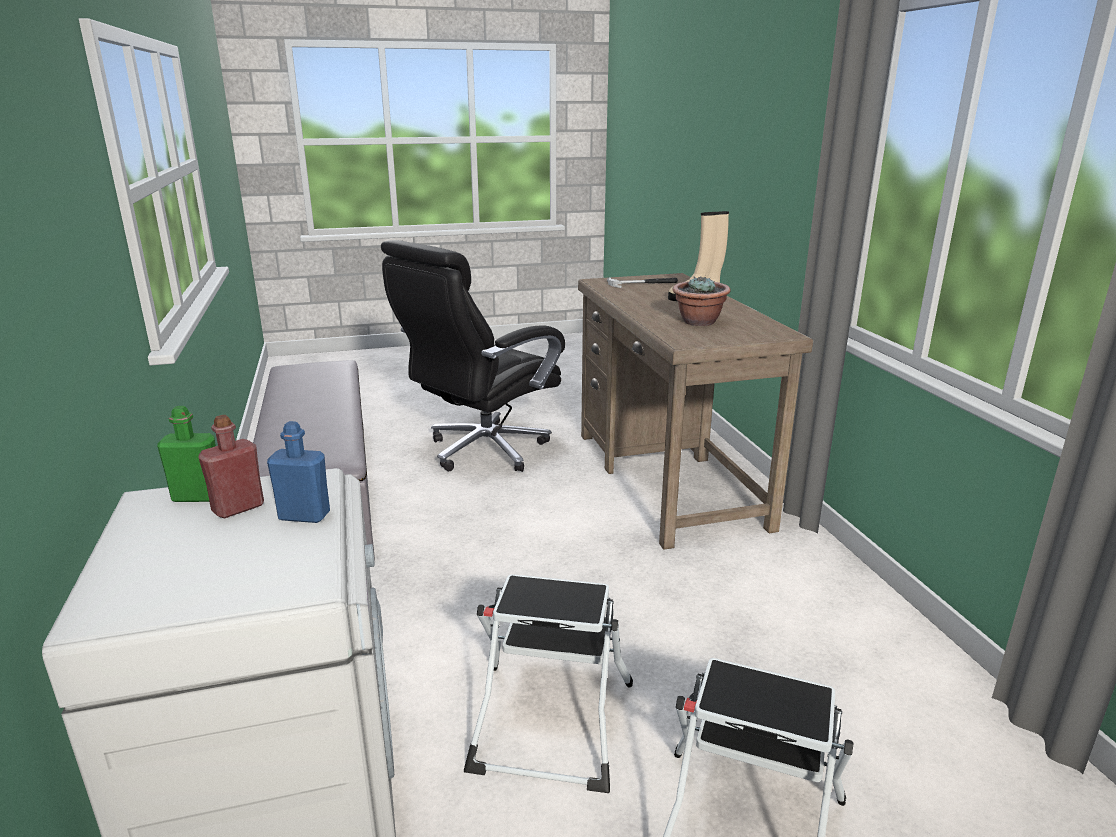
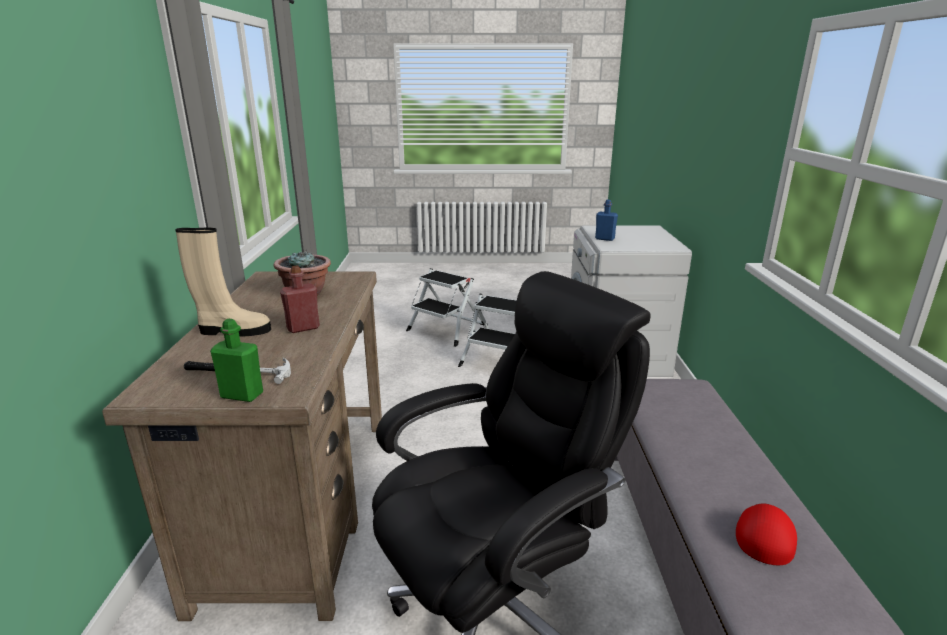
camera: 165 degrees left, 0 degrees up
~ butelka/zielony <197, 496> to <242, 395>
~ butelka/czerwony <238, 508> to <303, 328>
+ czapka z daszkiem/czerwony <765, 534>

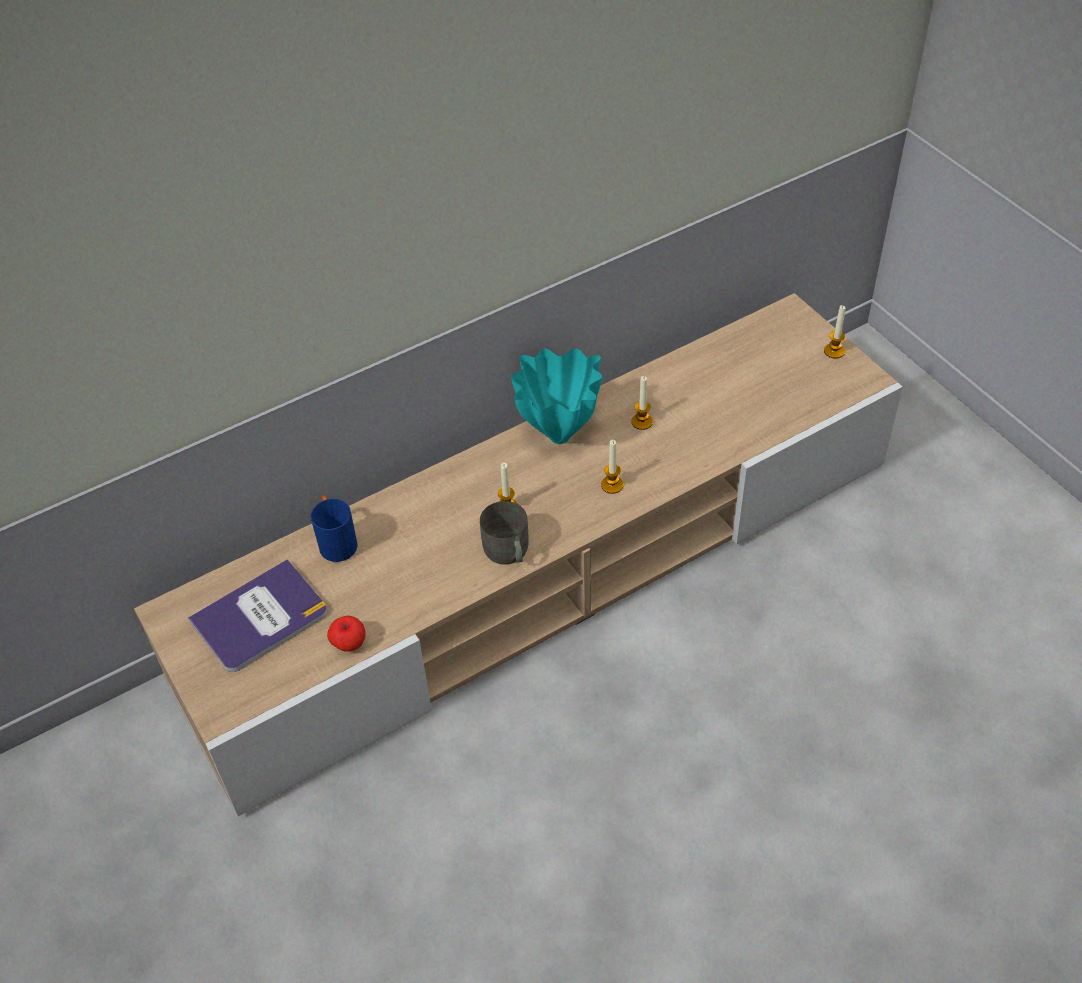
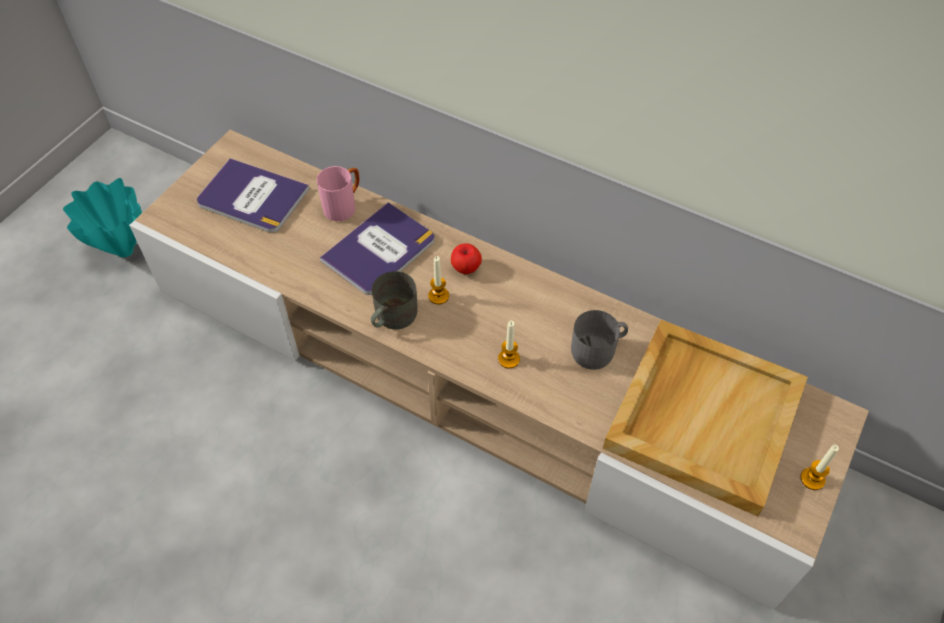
camera: 60 degrees right, 5 degrees up
~ wazon/turkusowy <558, 437> to <123, 250>
~ świeca <642, 422> to kubek/szary <598, 350>
~ kubek/niebieski <336, 541> to kubek/różowy <344, 206>
~ jabłko <349, 643> to <466, 268>
+ książka <379, 250>
+ taca/beżowy <703, 415>

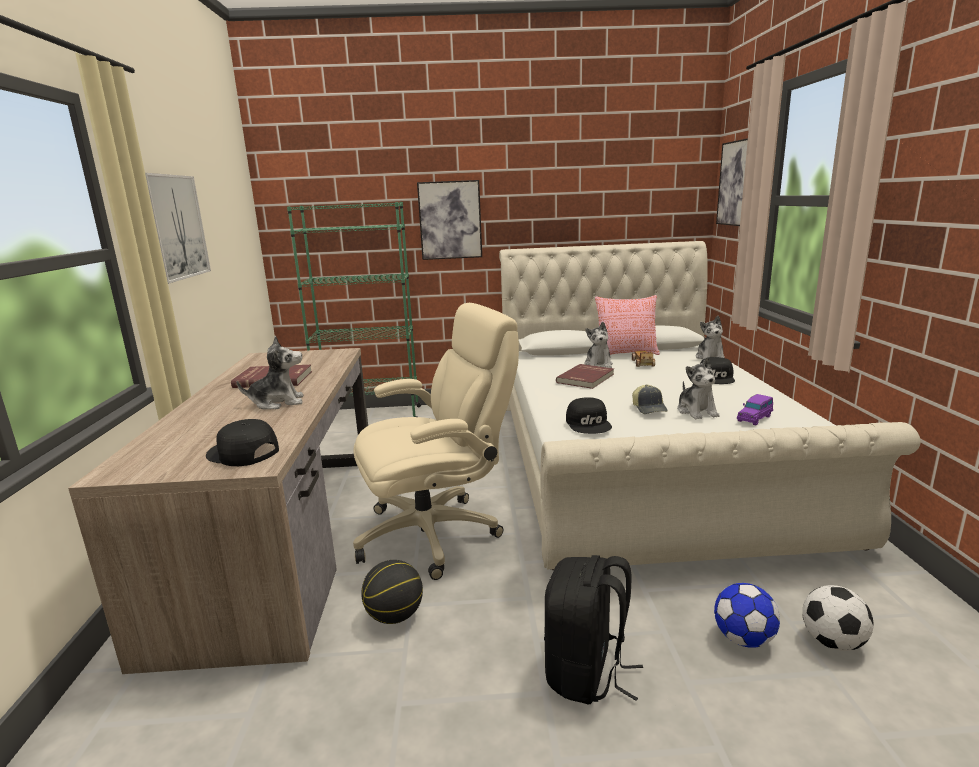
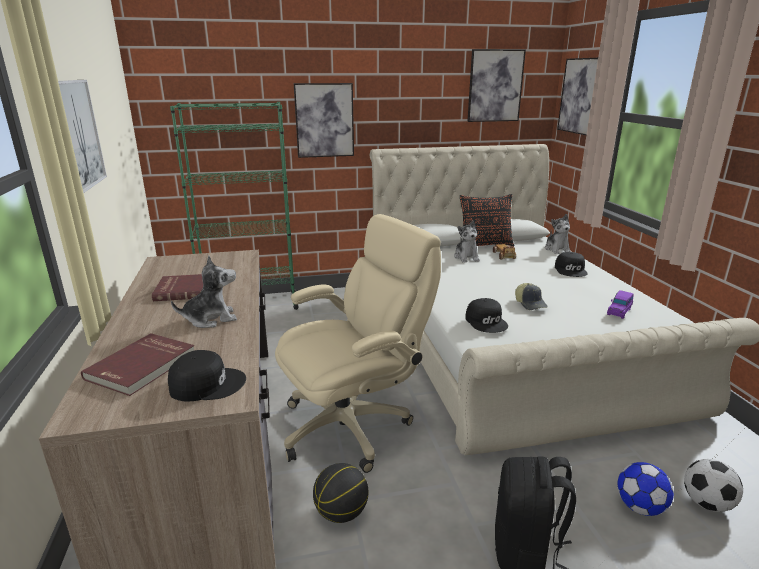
camera: 10 degrees left, 5 degrees up
~ poduszka/różowy <626, 354> to poduszka/czarny <485, 245>
- pluszak <696, 411>
~ książka/czerwony <586, 378> to <143, 366>
~ czapka z daszkiem/czarny <242, 453> = <207, 383> 150 degrees clockwise
+ obraz <495, 86>

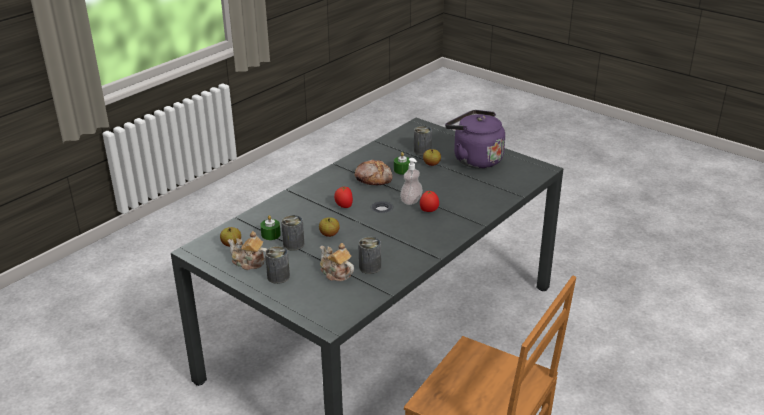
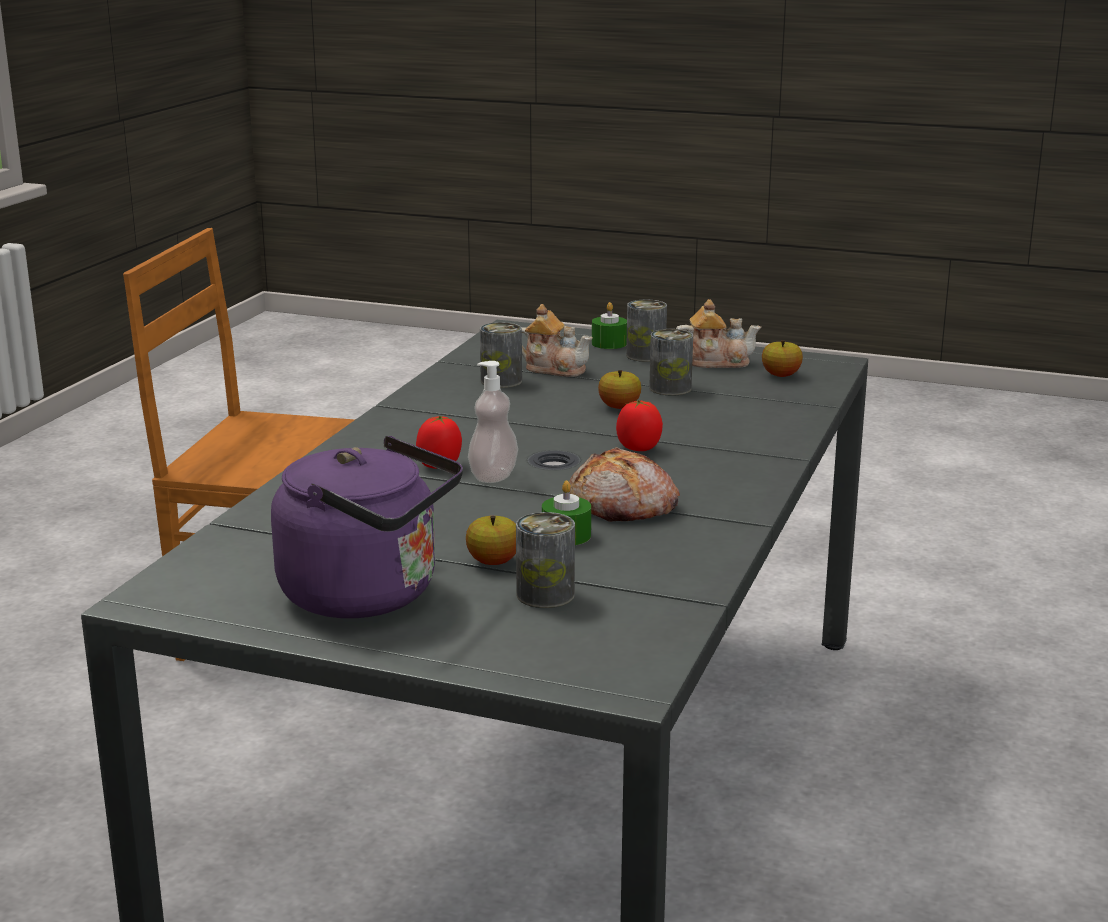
camera: 160 degrees right, 10 degrees down
~ świeca/zielony <271, 234> to <609, 343>

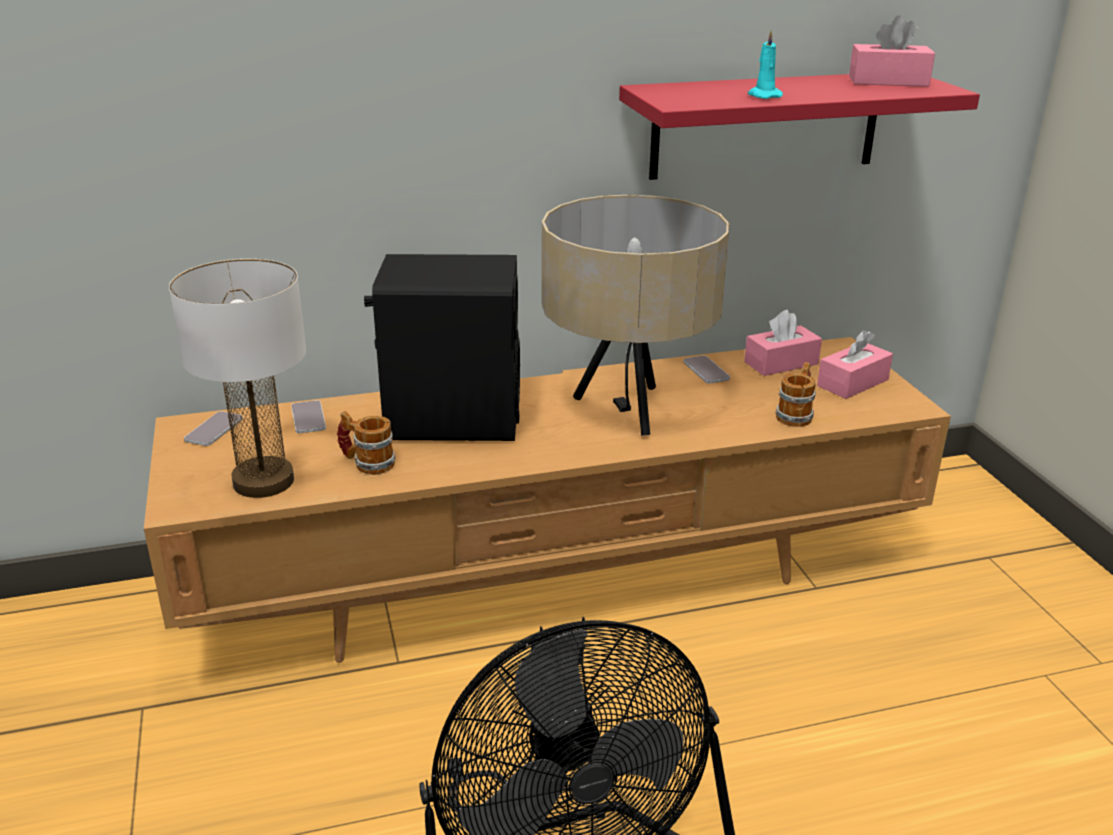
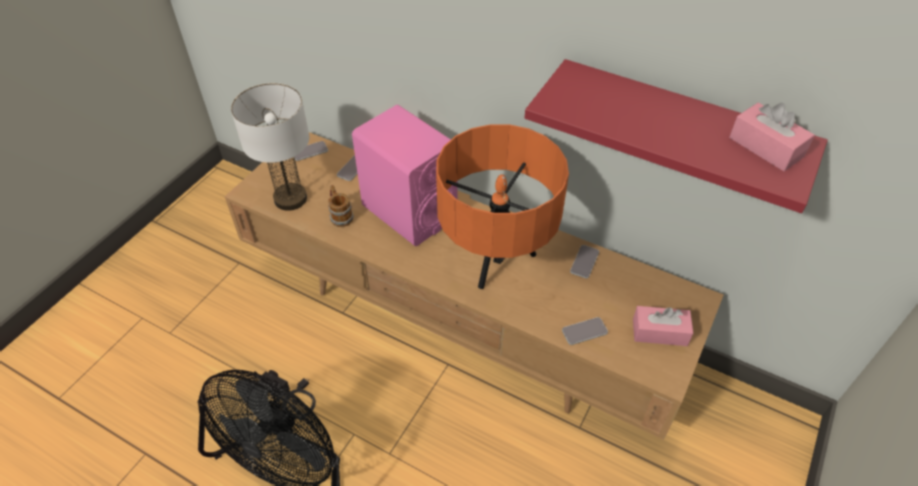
camera: 45 degrees right, 20 degrees up
- świeca/turkusowy <763, 96>
~ lampa stołowa/beżowy <626, 413> to lampa stołowa/pomarańczowy <495, 264>
~ głośnik/czarny <452, 420> to głośnik/różowy <409, 211>
- pudełko chusteczek/różowy <781, 363>
~ kubek <796, 415> to telefon <584, 331>

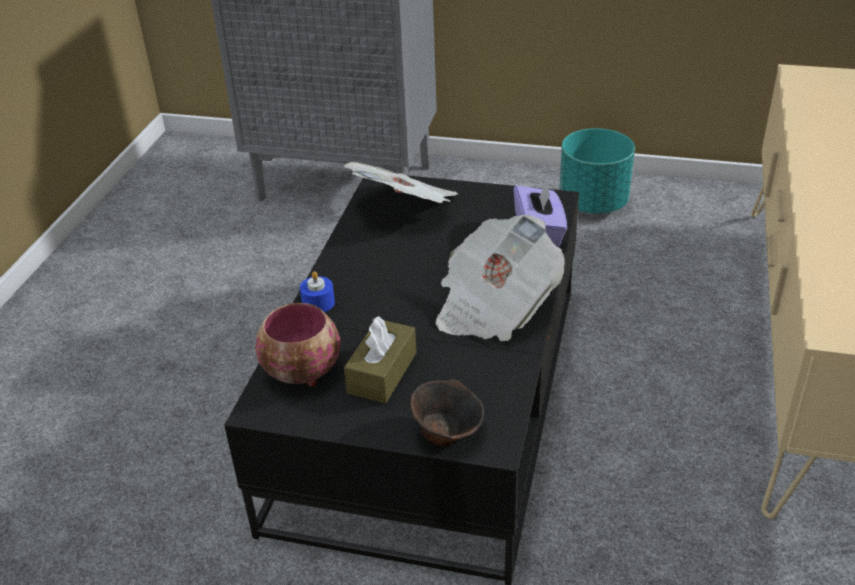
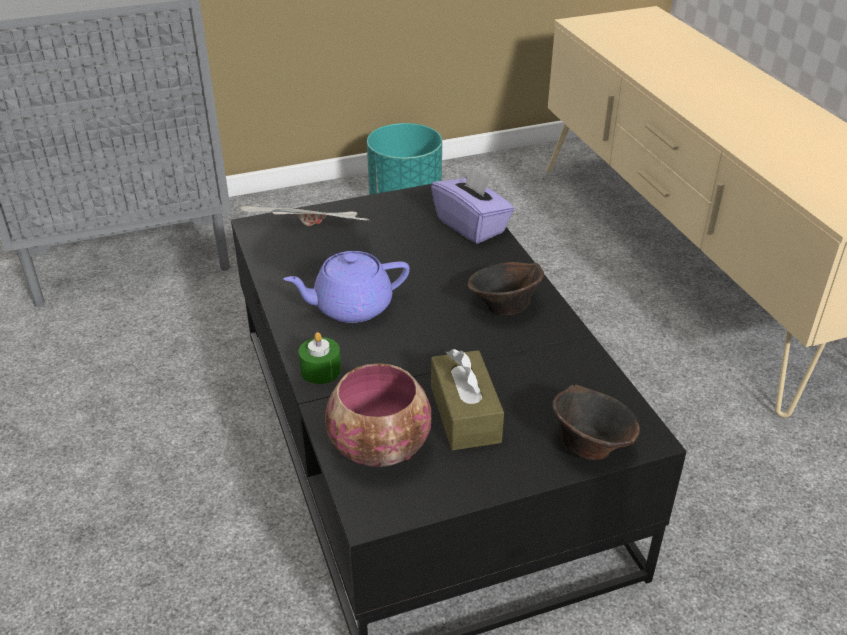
camera: 35 degrees left, 0 degrees up
~ gazeta <494, 306> to miska/brązowy <503, 307>
~ świeca/niebieski <318, 303> to świeca/zielony <320, 370>
+ imbryk/fioletowy <351, 307>

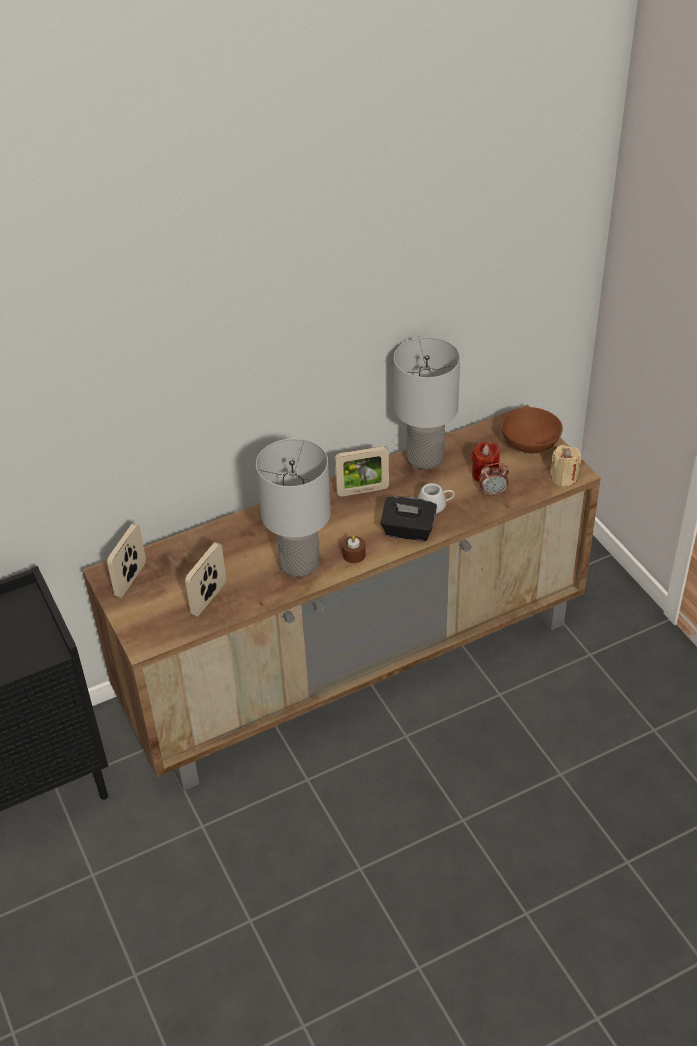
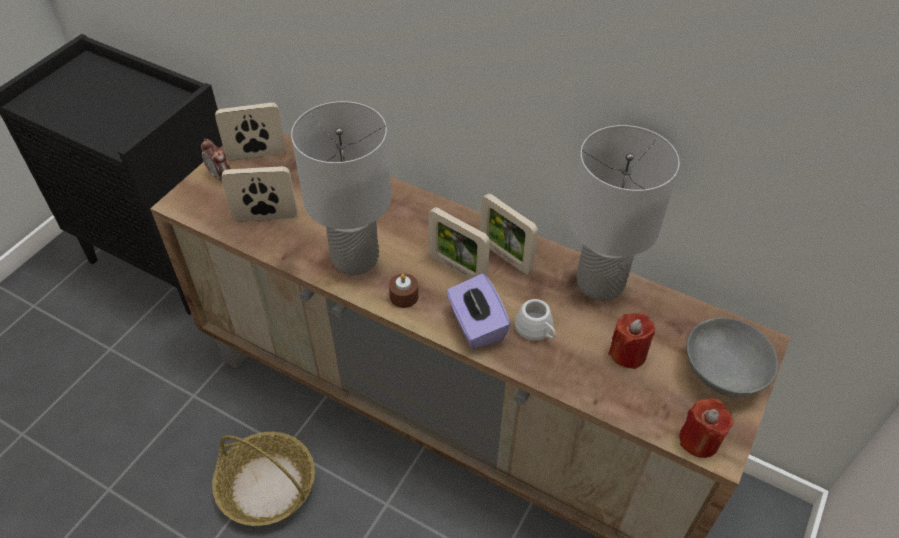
camera: 55 degrees right, 5 degrees up
~ miska/brązowy <530, 444> to miska/szary <722, 374>
~ świeca/beżowy <564, 477> to świeca/czerwony <699, 440>
~ budzik <493, 492> to <220, 176>
~ pudełko chusteczek/czarny <408, 531> to pudełko chusteczek/fioletowy <476, 325>
+ ramka na zdjęcie <457, 269>
+ koszyk <268, 486>

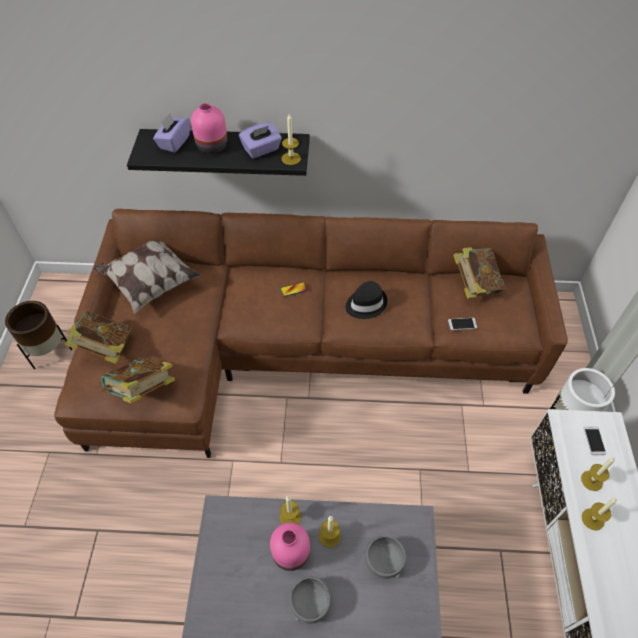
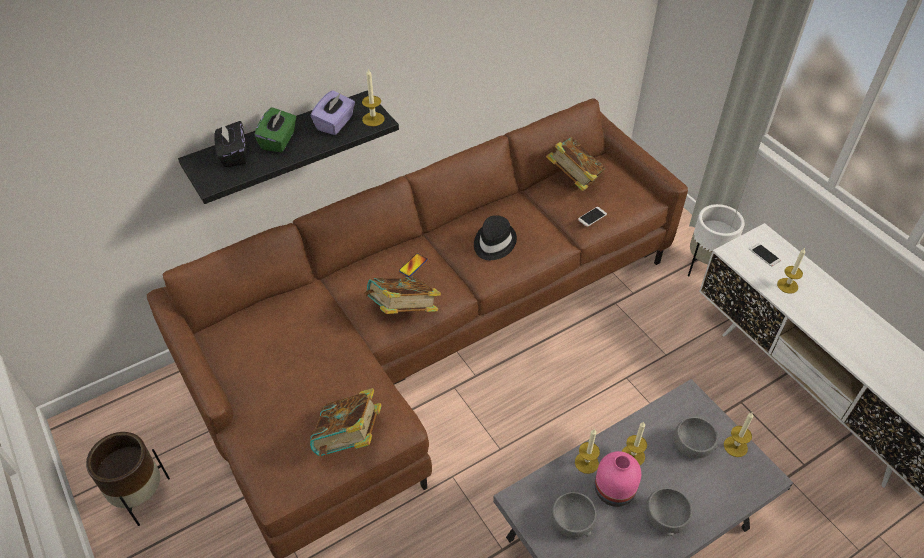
camera: 35 degrees left, 5 degrees down
~ wazon/różowy <212, 145> to pudełko chusteczek/zielony <279, 141>
~ pudełko chusteczek/fioletowy <174, 142> to pudełko chusteczek/czarny <233, 155>
- poduszka <150, 283>
~ książka <105, 348> to <403, 311>
~ świeca <593, 519> to <735, 446>
+ miska/szary <571, 522>

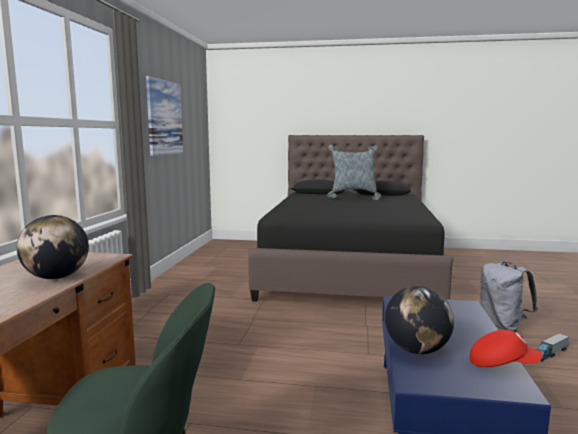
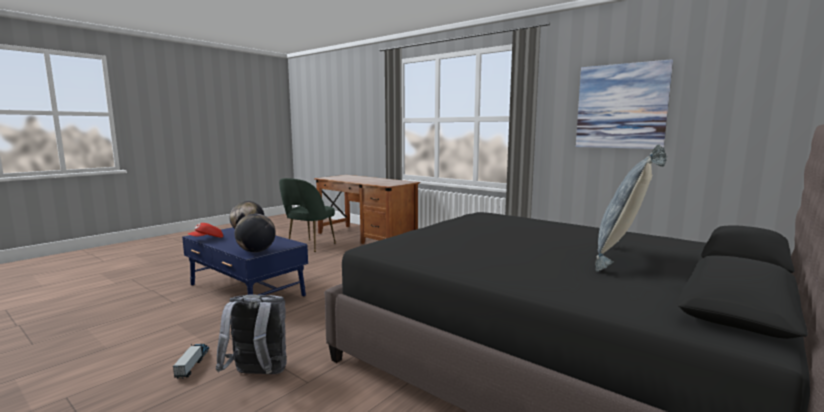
camera: 120 degrees right, 0 degrees up
~ globus <56, 277> to <256, 251>

